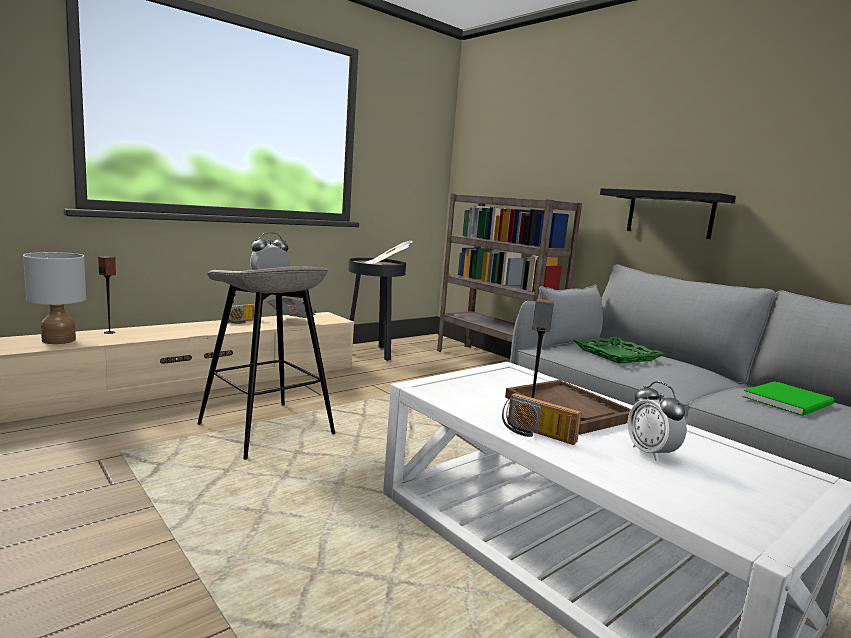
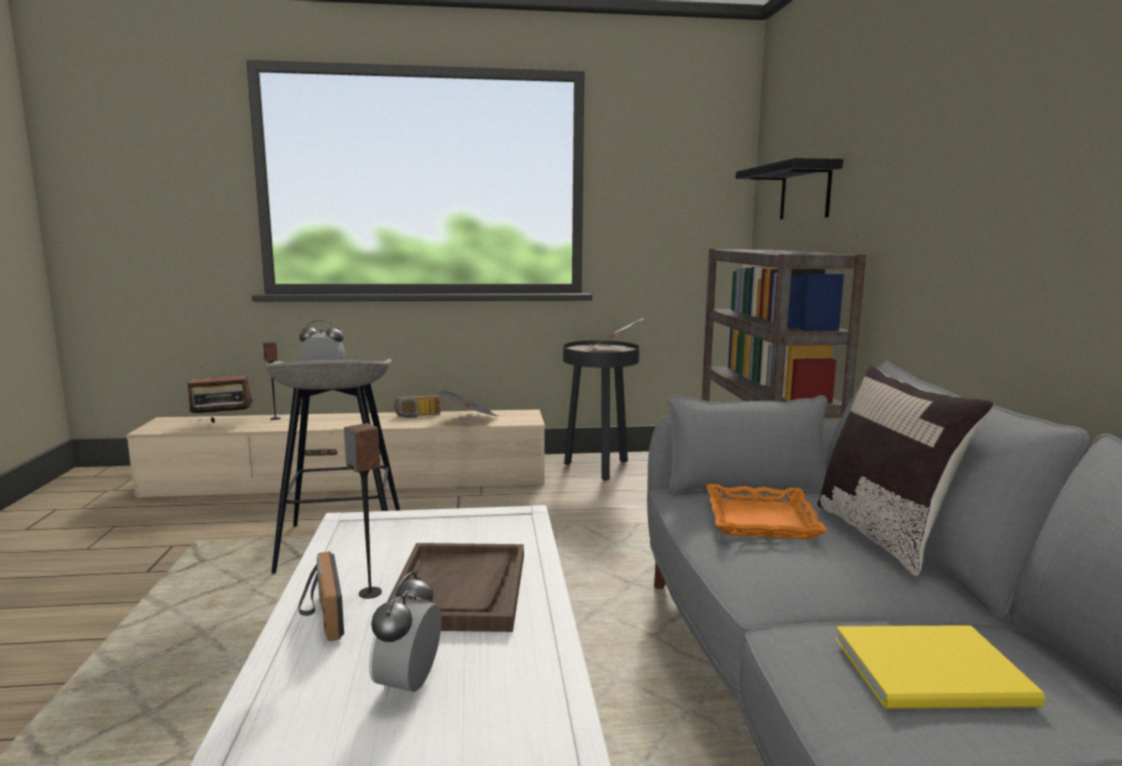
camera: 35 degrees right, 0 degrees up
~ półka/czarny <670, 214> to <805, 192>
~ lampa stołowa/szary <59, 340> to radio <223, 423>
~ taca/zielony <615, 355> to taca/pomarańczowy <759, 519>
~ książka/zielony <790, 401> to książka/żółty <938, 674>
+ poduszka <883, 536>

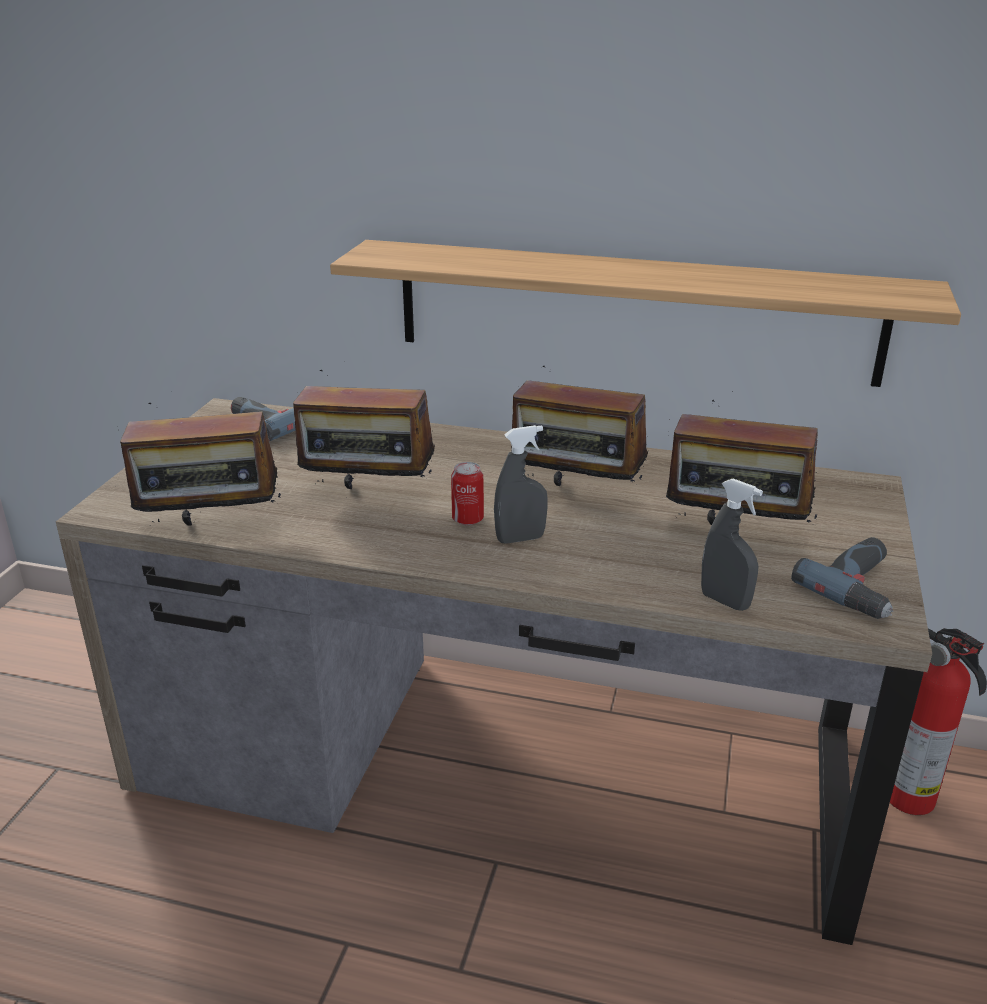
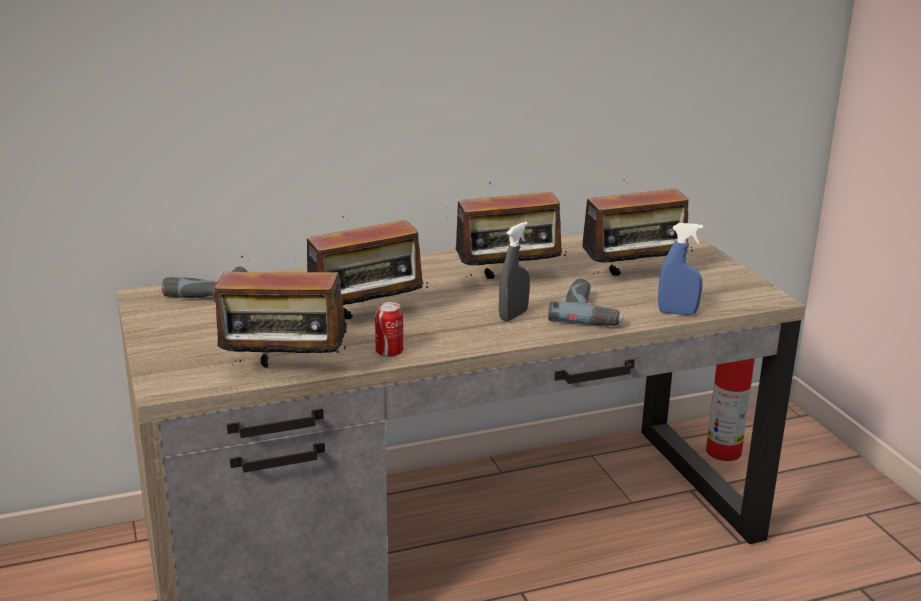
camera: 35 degrees left, 5 degrees down
- półka <634, 311>
~ radio <212, 529> = <284, 373> 45 degrees clockwise
~ puszka <467, 519> to <389, 352>
~ spryskiwacz/szary <724, 601> to spryskiwacz/niebieski <677, 313>
~ wiertarka <862, 587> to <589, 312>

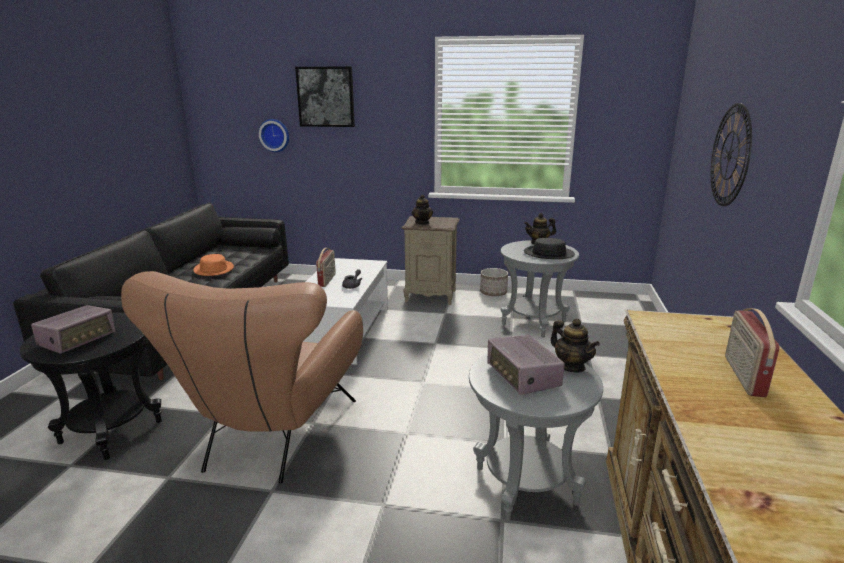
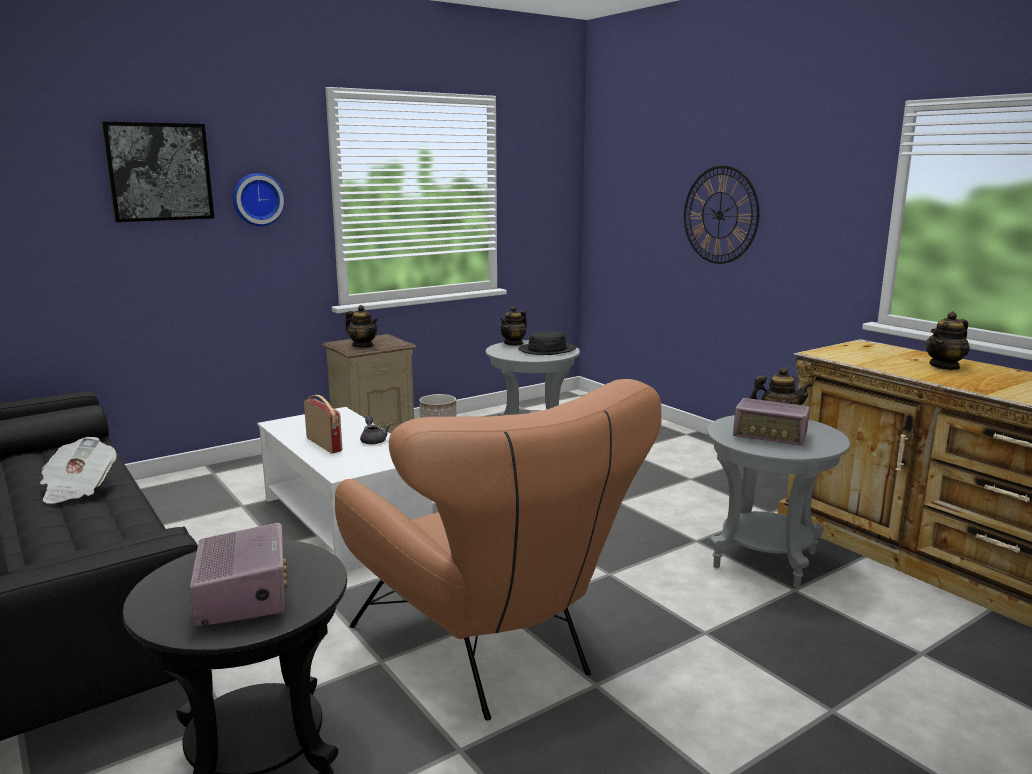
camera: 45 degrees left, 5 degrees down
~ zegar ścienny <275, 135> to <257, 199>
~ kapelusz/pomarańczowy <213, 269> to gazeta <78, 489>
~ radio <742, 376> to imbryk <944, 366>

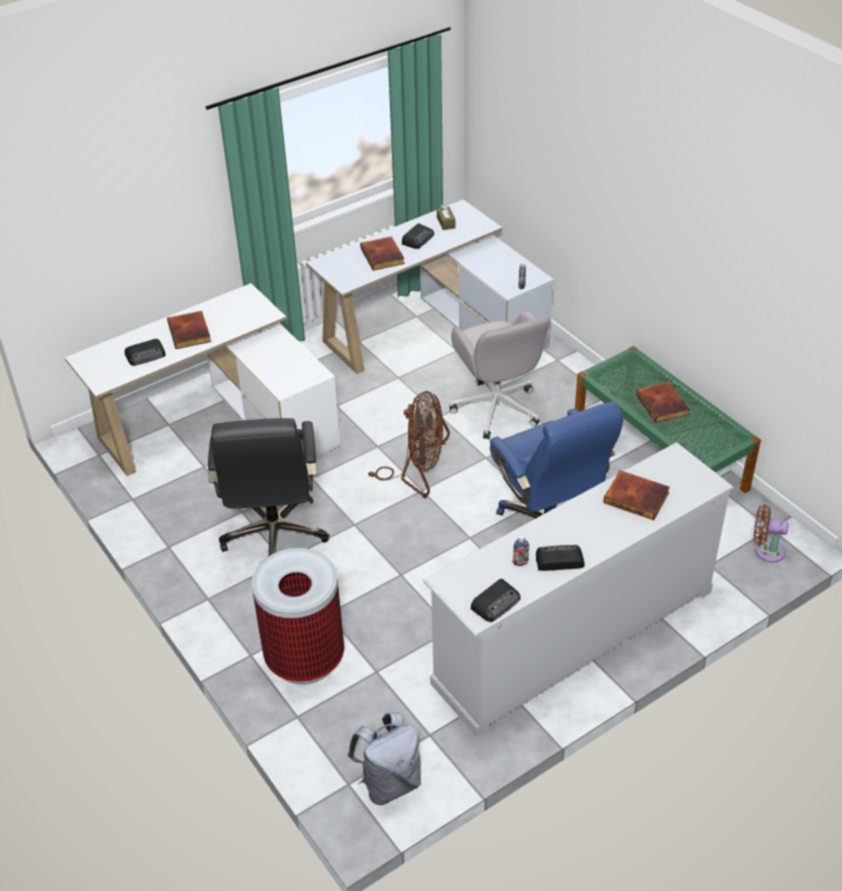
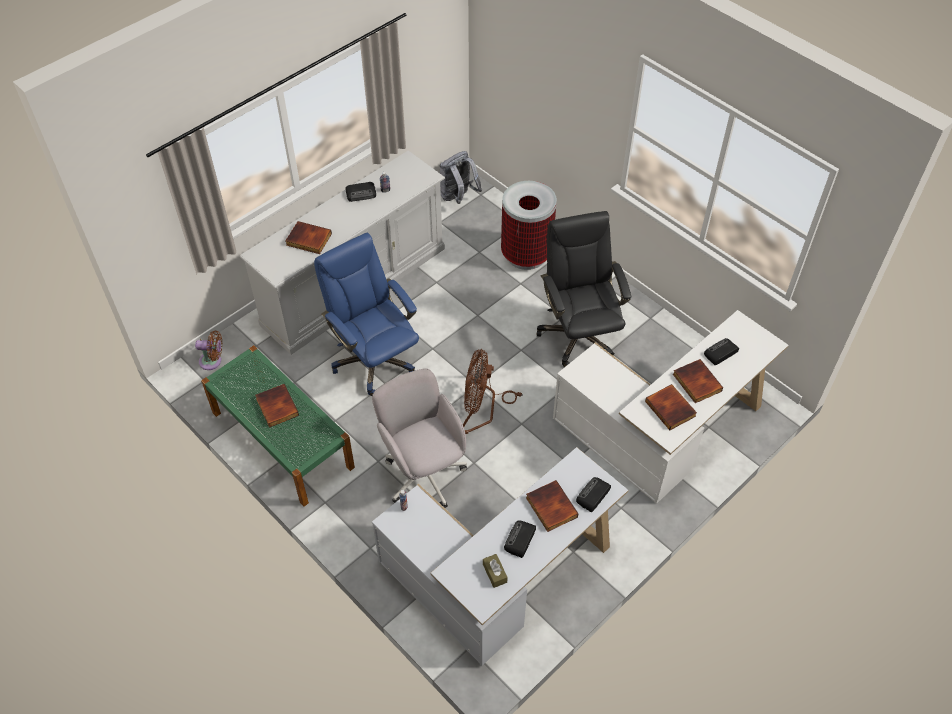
camera: 170 degrees right, 10 degrees up
~ radio <496, 603> to <593, 496>
+ książka <671, 408>

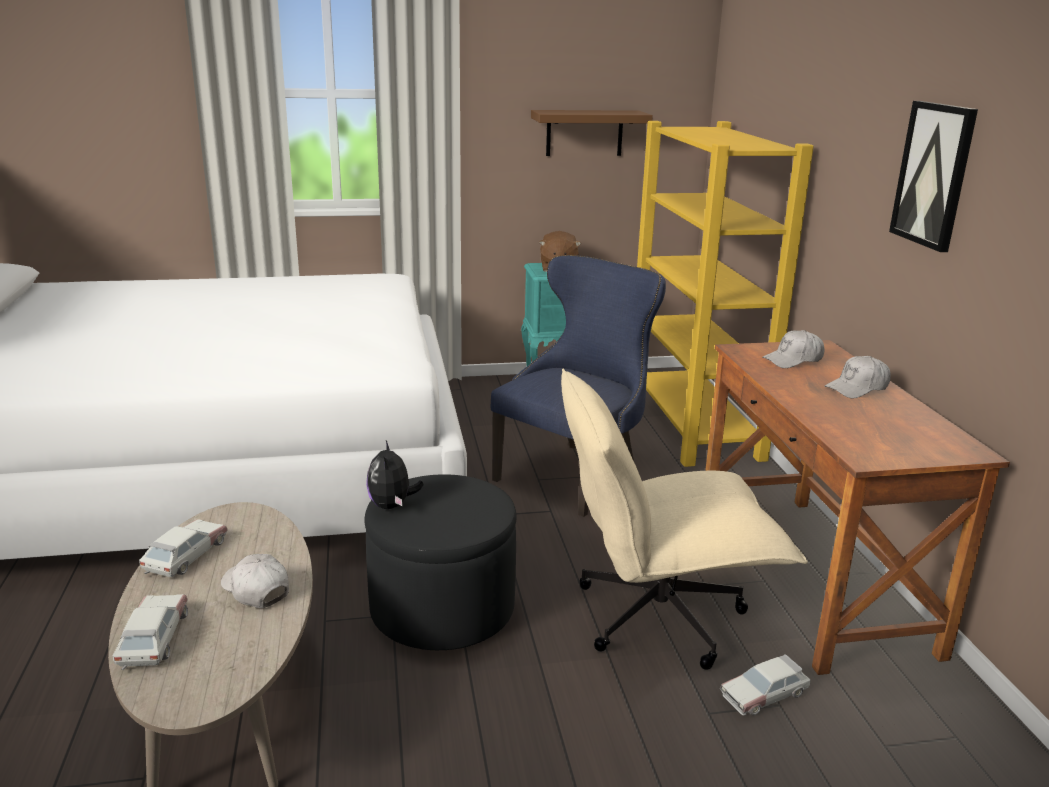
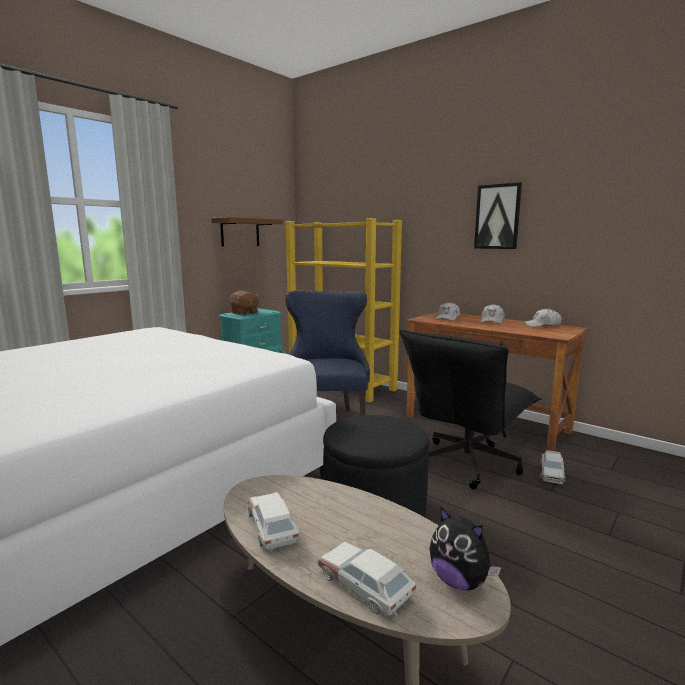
camera: 40 degrees left, 10 degrees down
~ krzesło biurowe/beżowy <662, 615> to krzesło biurowe/czarny <468, 462>
~ pluszak <392, 506> to <459, 581>
~ czapka z daszkiem/biały <256, 589> to <542, 325>

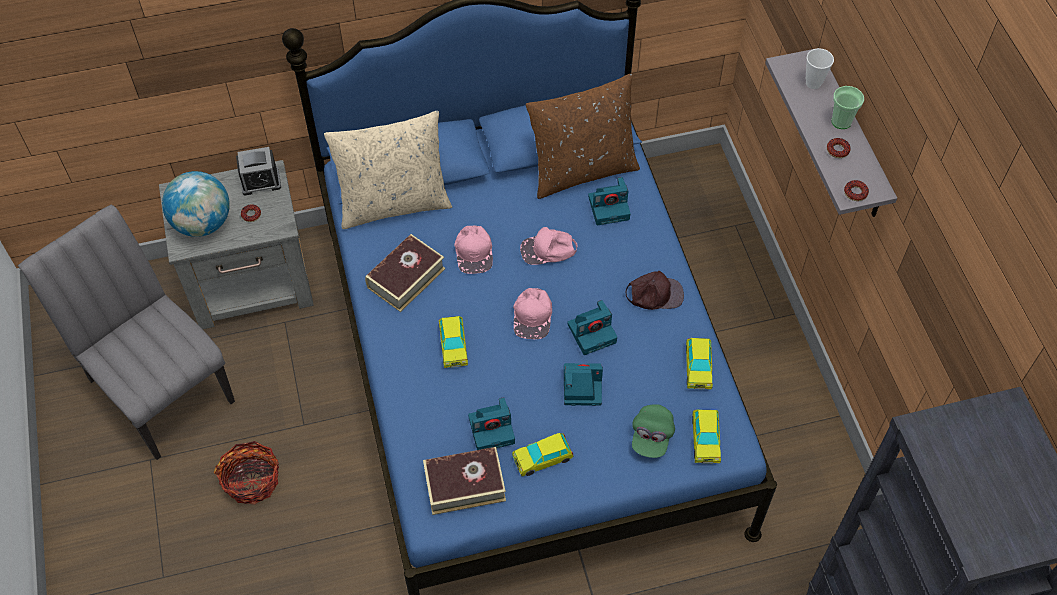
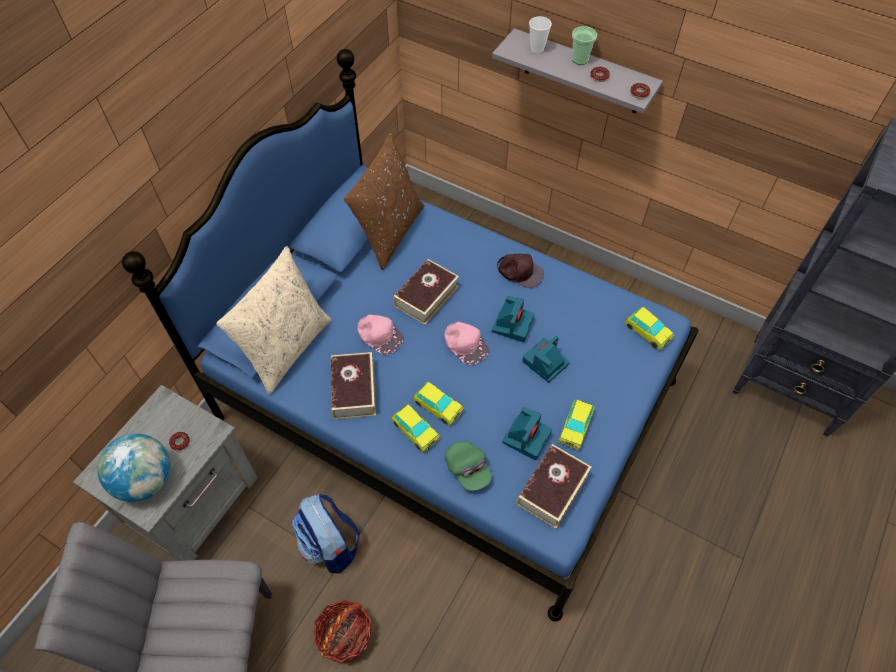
camera: 45 degrees left, 0 degrees up
- budzik <260, 181>
- aparat fotograficzny <609, 207>
~ czapka z daszkiem/różowy <548, 250> to książka <426, 296>
~ czapka z daszkiem/brązowy <654, 294> = <520, 272> 75 degrees clockwise
~ samochodzik <698, 367> to <415, 431>
~ czapka z daszkiem/zielony <651, 436> to <467, 469>
+ plecak <330, 545>

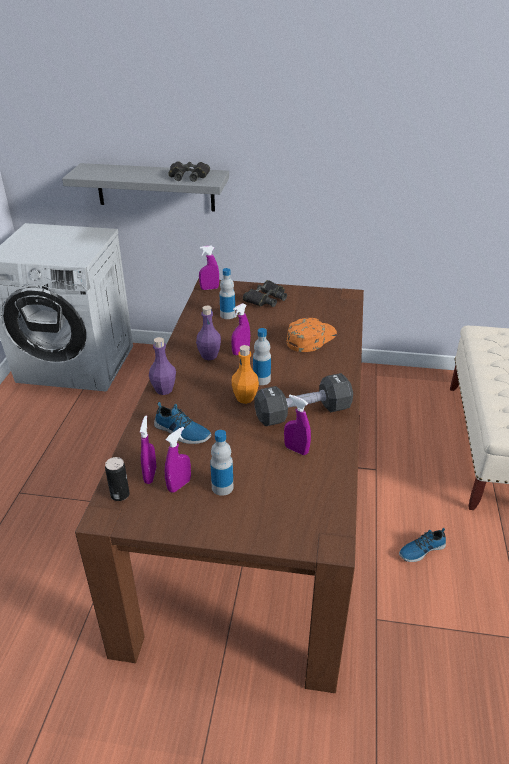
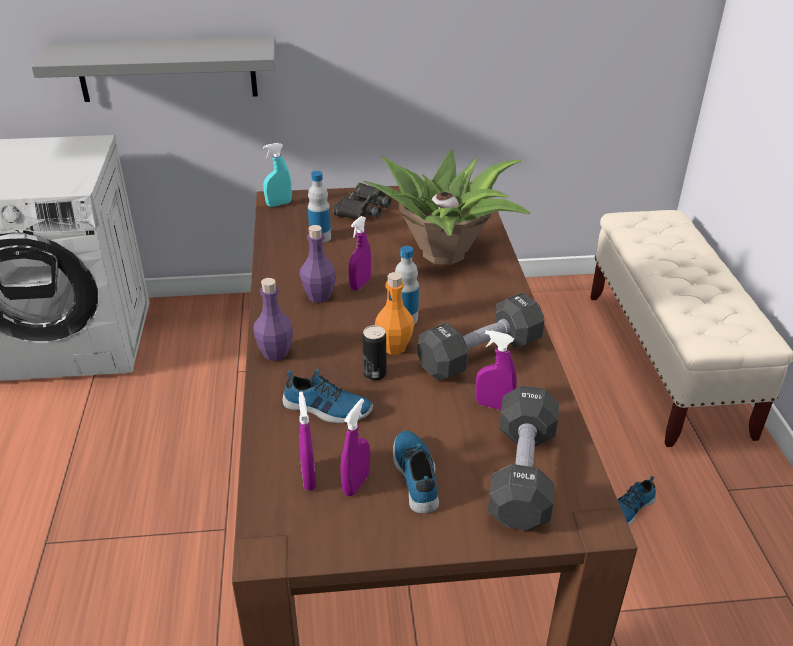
camera: 15 degrees left, 0 degrees up
- lornetka/czarny <188, 176>
~ spryskiwacz/fioletowy <209, 288> to spryskiwacz/turkusowy <279, 204>
~ czapka z daszkiem/pomarańczowy <310, 338> to roślina doniczkowa <446, 254>
~ butelka <222, 487> to but <417, 475>
~ puszka <120, 495> to <374, 374>
+ hantel/czarny <522, 475>

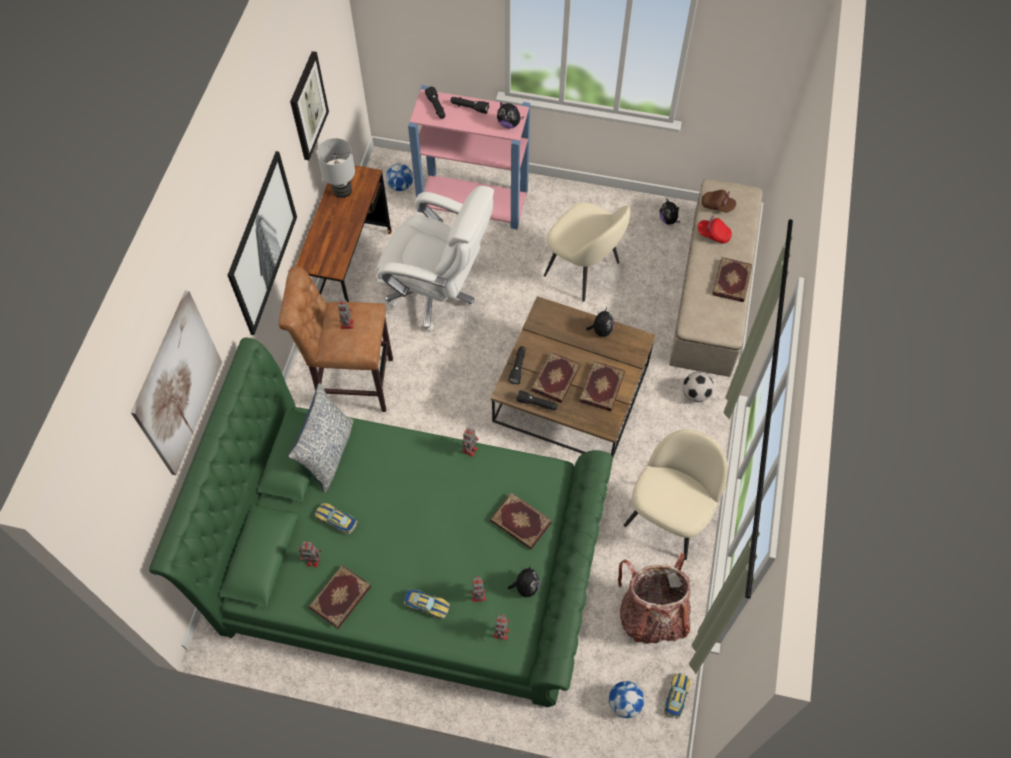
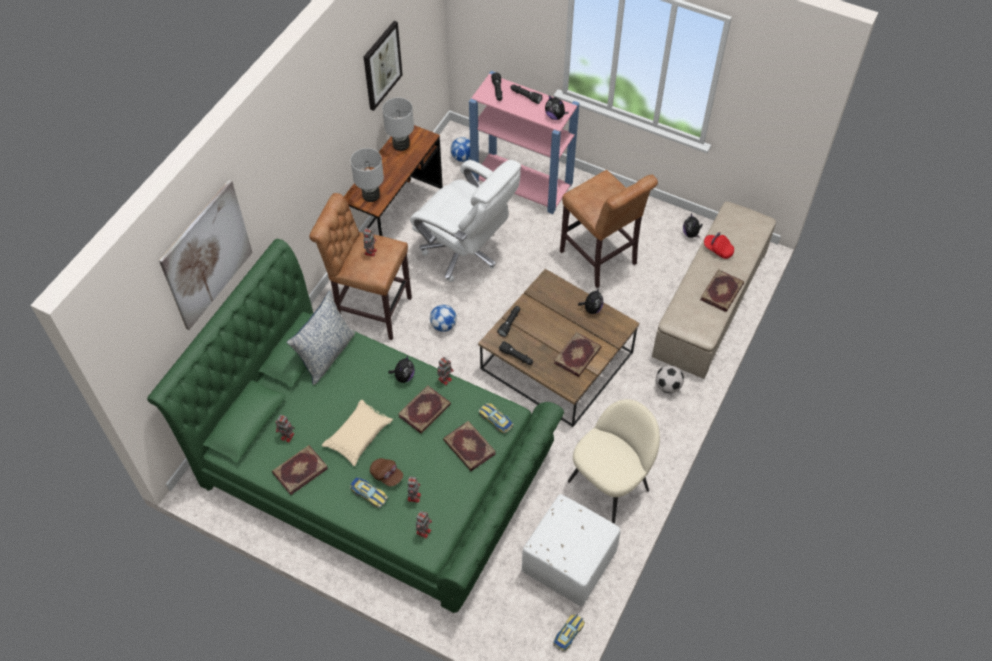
camera: 15 degrees right, 5 degrees down
- obraz <261, 243>
~ czapka z daszkiem/brązowy <717, 206> to <386, 475>
~ krzesło/beżowy <583, 270> to stołek/brązowy <600, 260>
~ książka <556, 378> to <425, 411>
~ samochodzik <336, 520> to <495, 420>
~ plecak <652, 615> to pufa/biały <569, 561>
~ pluszak <525, 587> to <404, 377>
~ piłka futbolowa <624, 703> to <443, 325>
+ lampa stołowa/szary <371, 195>
+ poduszka/beżowy <358, 435>

